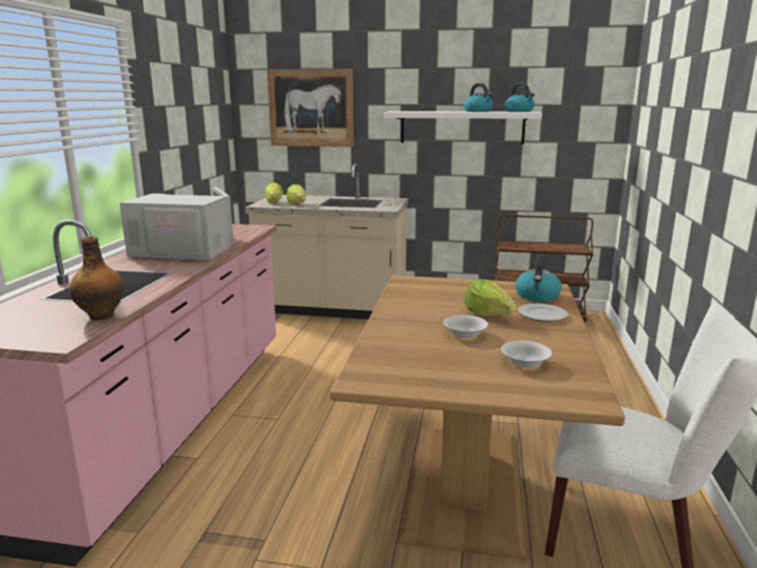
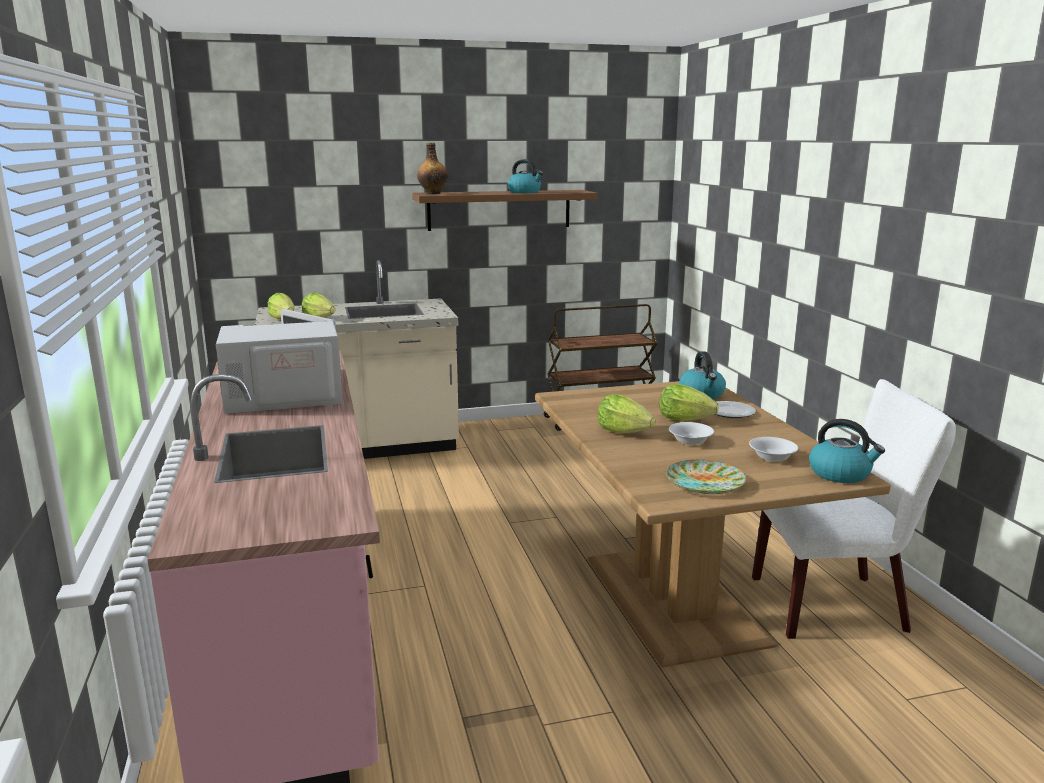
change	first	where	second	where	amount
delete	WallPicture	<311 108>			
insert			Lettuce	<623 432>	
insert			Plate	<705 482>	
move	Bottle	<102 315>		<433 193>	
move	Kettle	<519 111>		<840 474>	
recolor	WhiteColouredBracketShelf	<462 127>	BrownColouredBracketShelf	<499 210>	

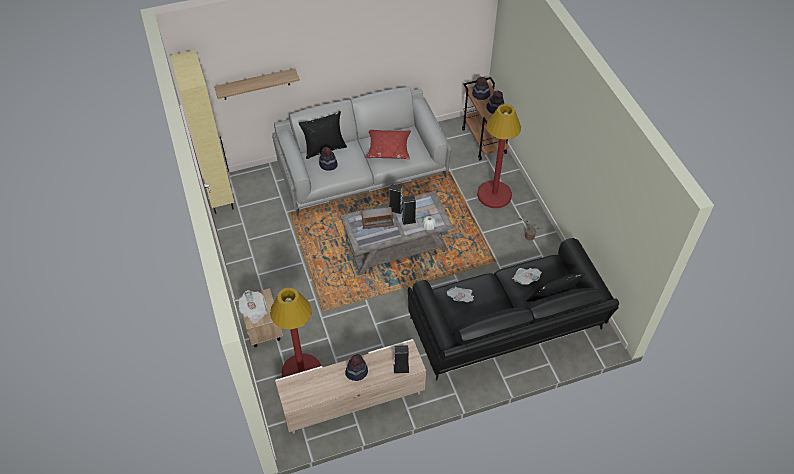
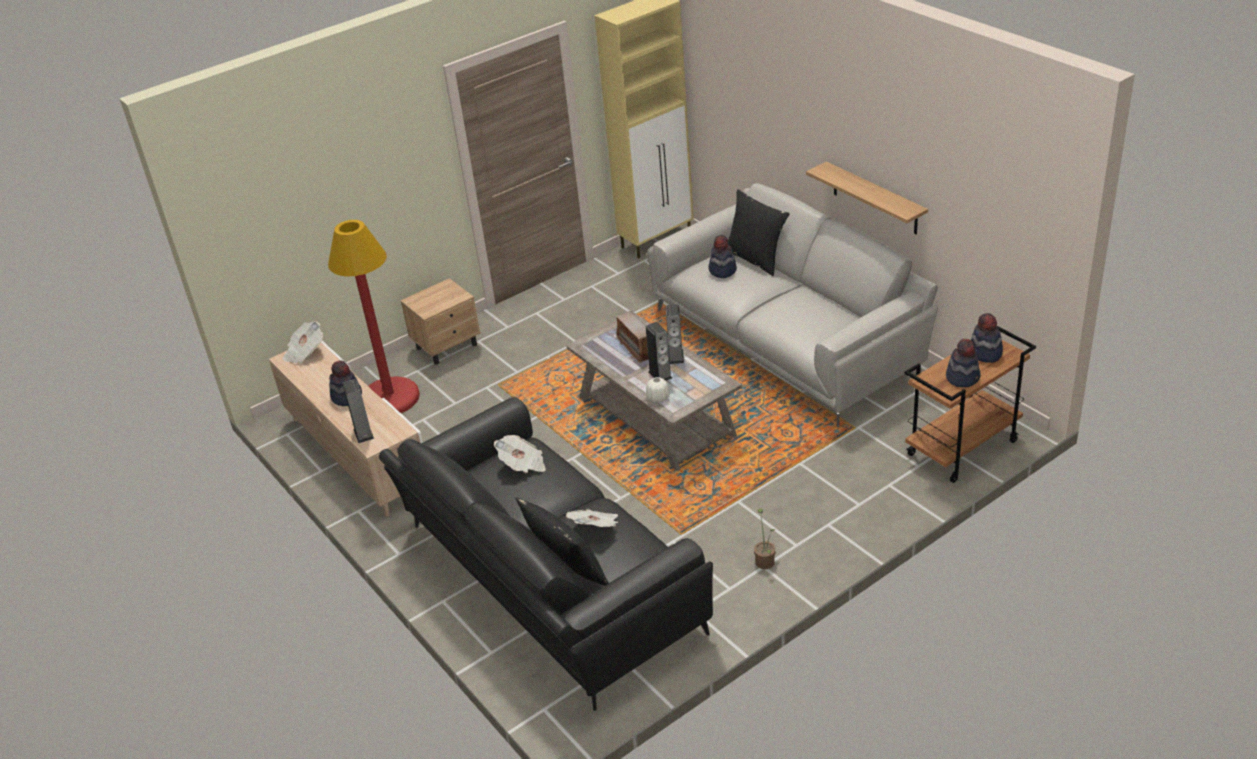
change	first	where	second	where	amount
delete	RedCushion	<388 148>			
delete	RedFloorLamp	<494 195>			
move	BracketShelf	<256 84>		<875 199>	
move	Newspaper	<254 311>		<305 352>	

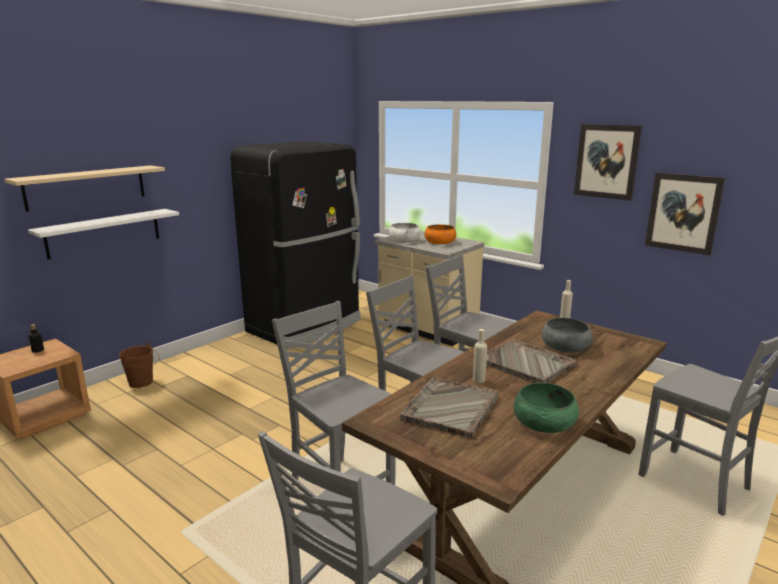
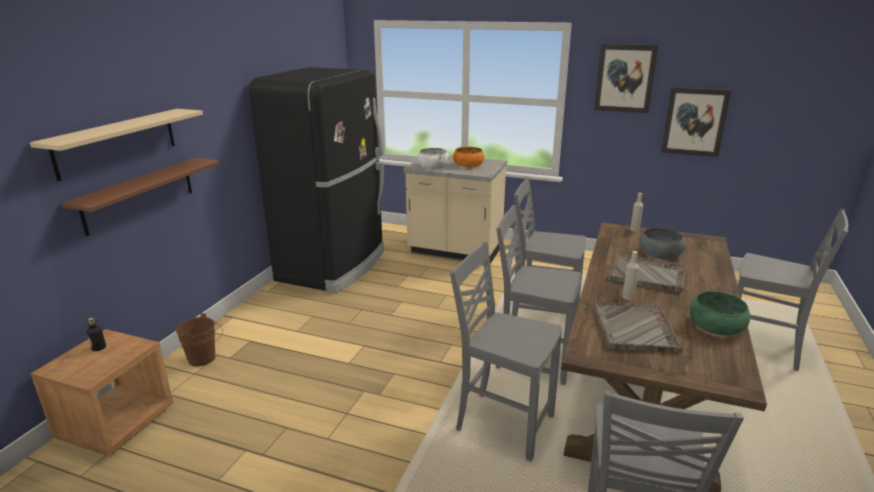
change	first	where	second	where	amount
recolor	WhiteColouredBracketShelf	<104 233>	BrownColouredBracketShelf	<139 195>	

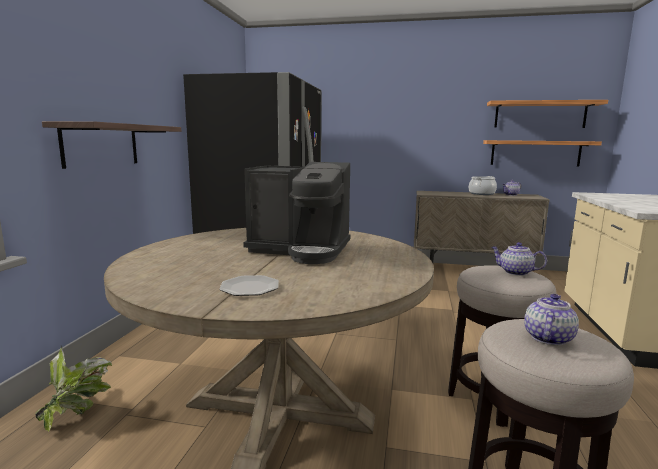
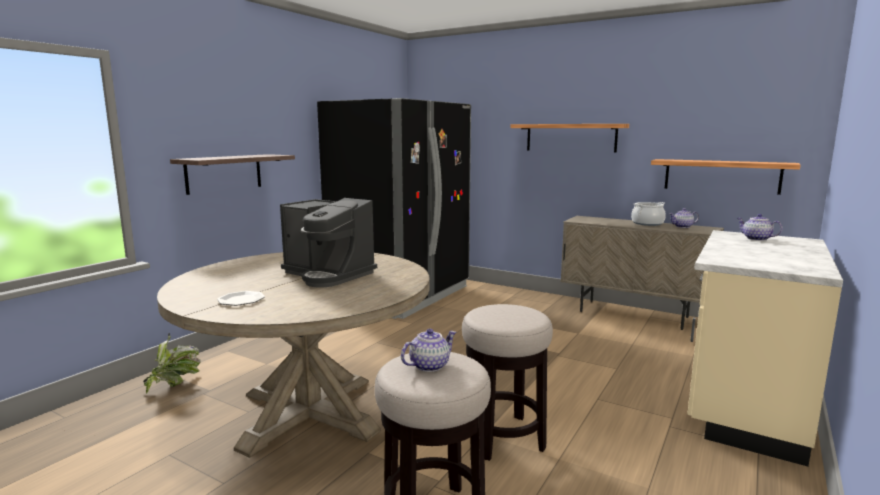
change	first	where	second	where	amount
move	BracketShelf	<540 115>		<570 137>	
move	Teapot	<515 272>		<756 239>	

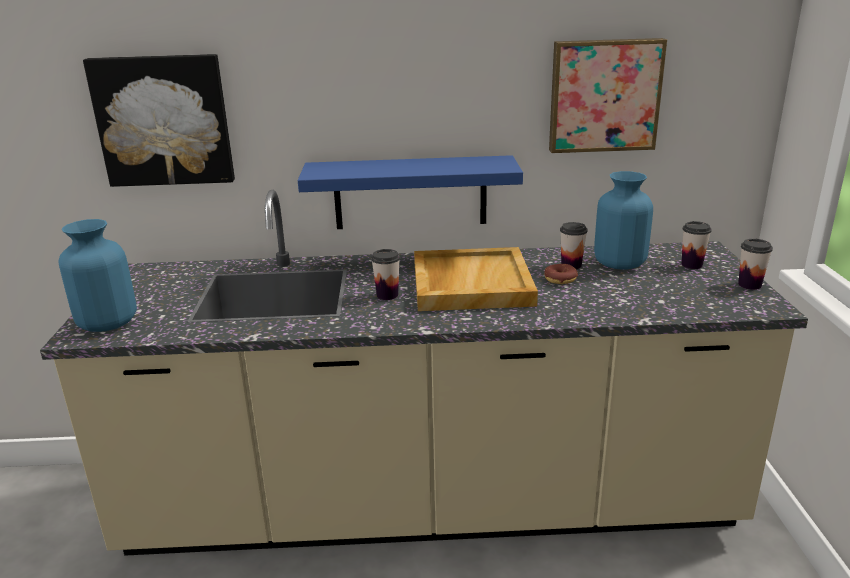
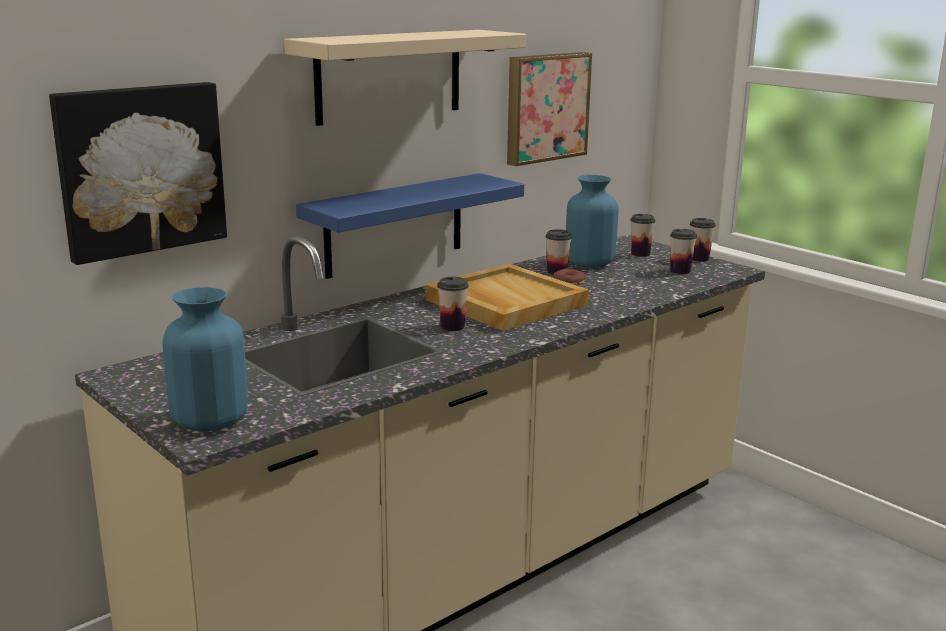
change	first	where	second	where	amount
insert			BeigeBracketShelf	<389 76>	
insert			SmallCup	<680 271>	

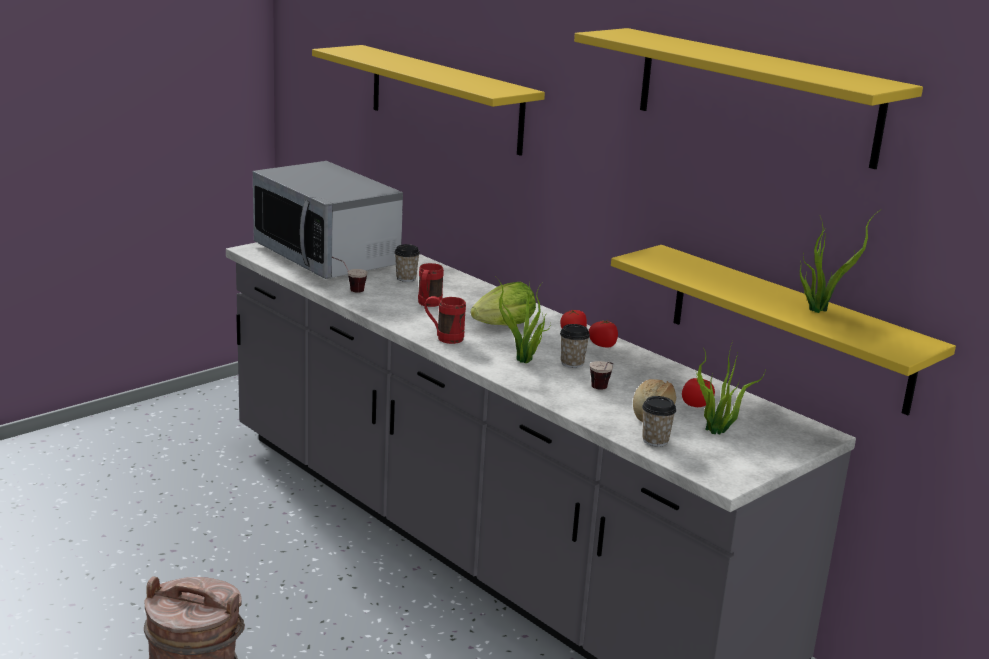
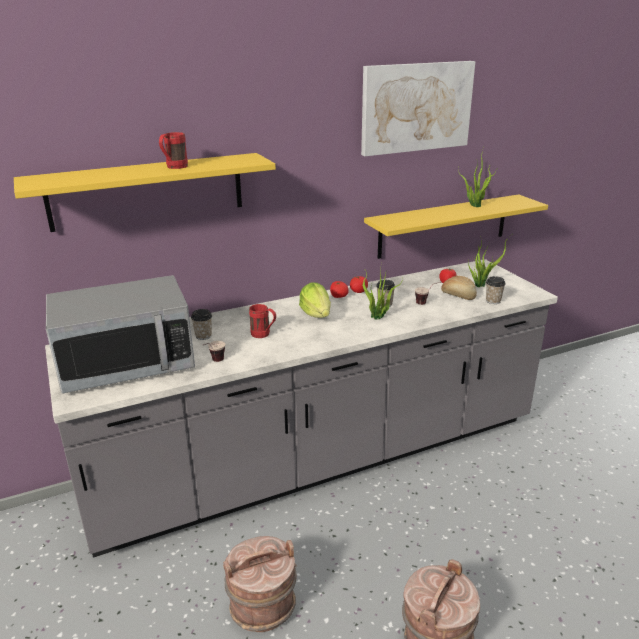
change	first	where	second	where	amount
insert			BrownColouredPail	<262 605>	
move	RedMug	<443 338>		<174 167>	
replace	YellowColouredBracketShelf	<755 96>	WallPicture	<416 107>	

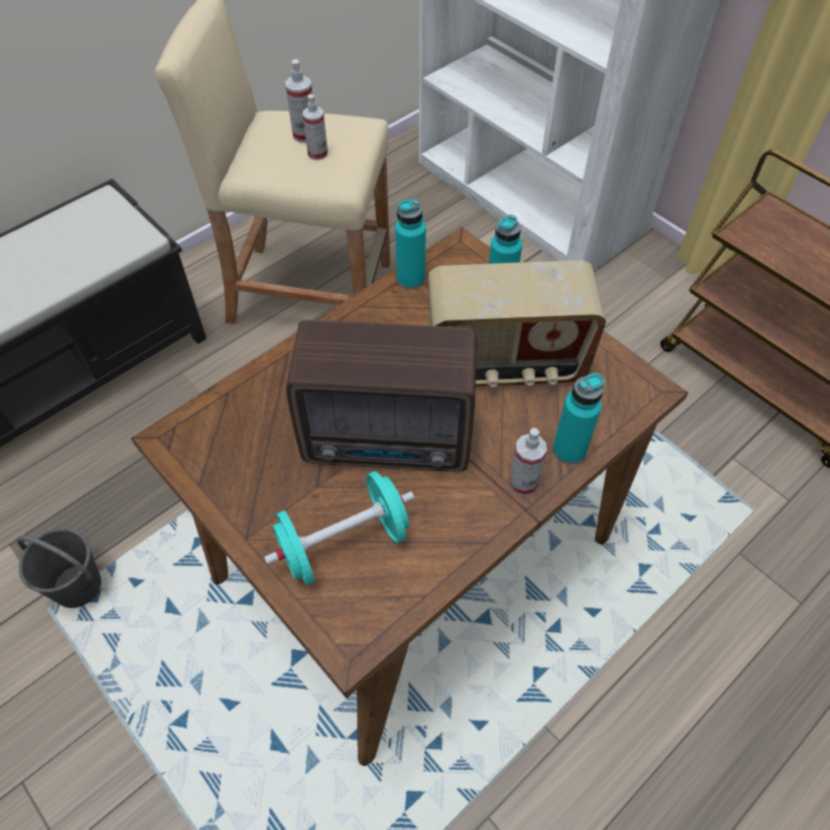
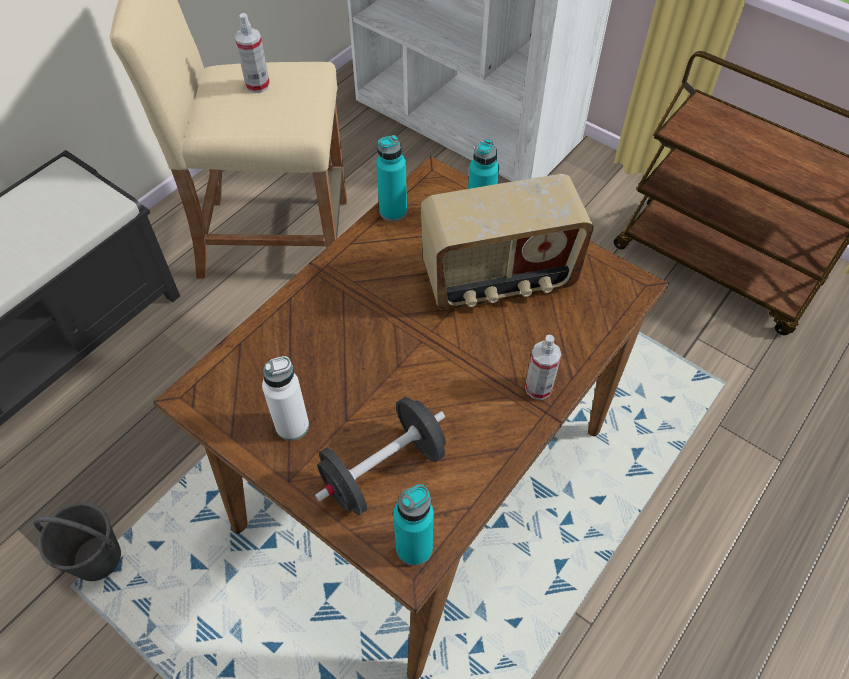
change	first	where	second	where	amount
delete	Radio	<391 442>			
delete	SprayBottle	<317 153>			
insert			WhiteColouredBottle	<292 426>	
move	TurquoiseColouredBottle	<569 450>		<414 548>	
recolor	TurquoiseColouredHandWeight	<343 543>	BlackishHandWeight	<383 470>	

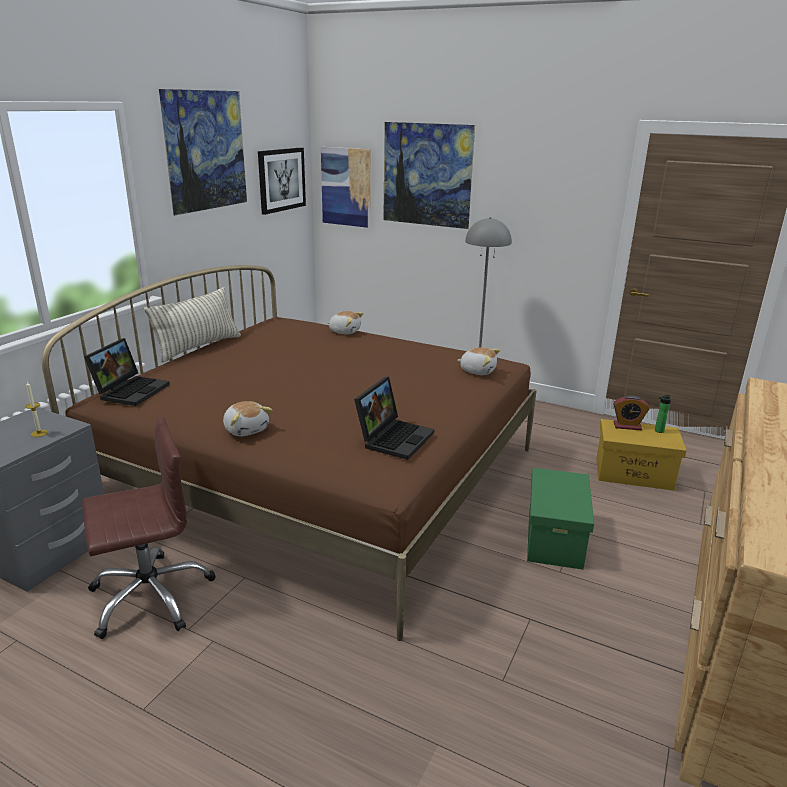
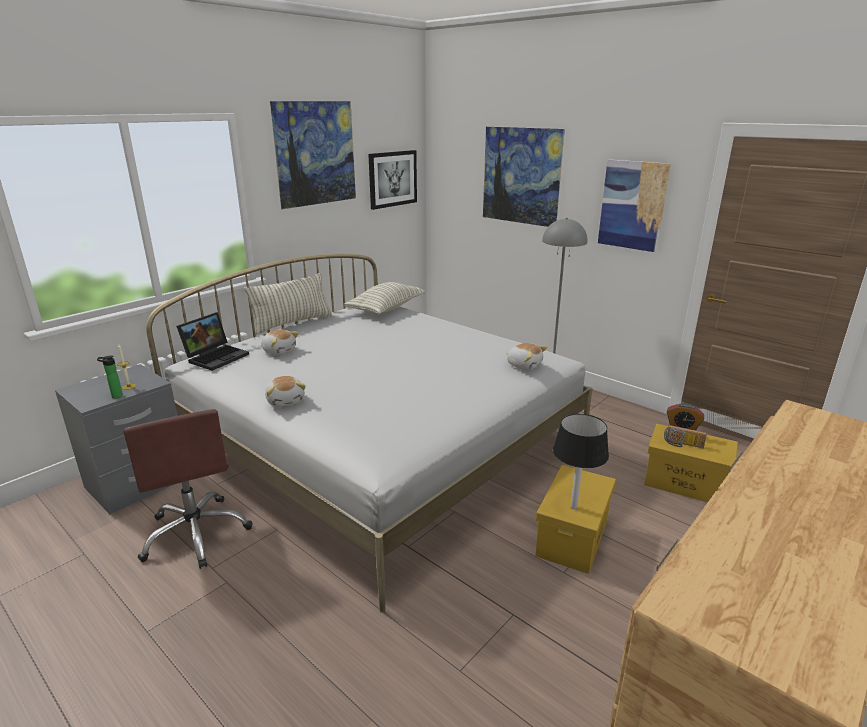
change	first	where	second	where	amount
delete	NotebookComputer	<394 437>			
insert			Cushion	<386 309>	
insert			BlackishTableLamp	<573 507>	
insert			Radio	<682 444>	
move	WallPicture	<346 187>		<632 205>	
move	CuddlyToy	<345 331>		<279 350>	
move	Bottle	<658 431>		<115 396>	
recolor	BrownColouredBedroomBed	<321 477>	WhiteColouredBedroomBed	<380 448>	
recolor	GreenColouredStorageBin	<555 539>	YellowColouredStorageBin	<572 538>	
rotate	BrownColouredOfficeChair	<150 596>		<196 533>	75 degrees clockwise

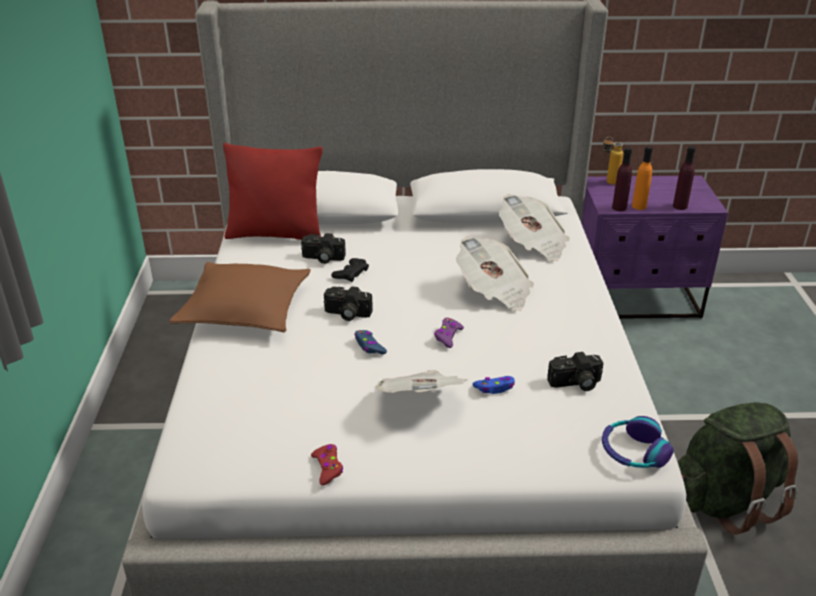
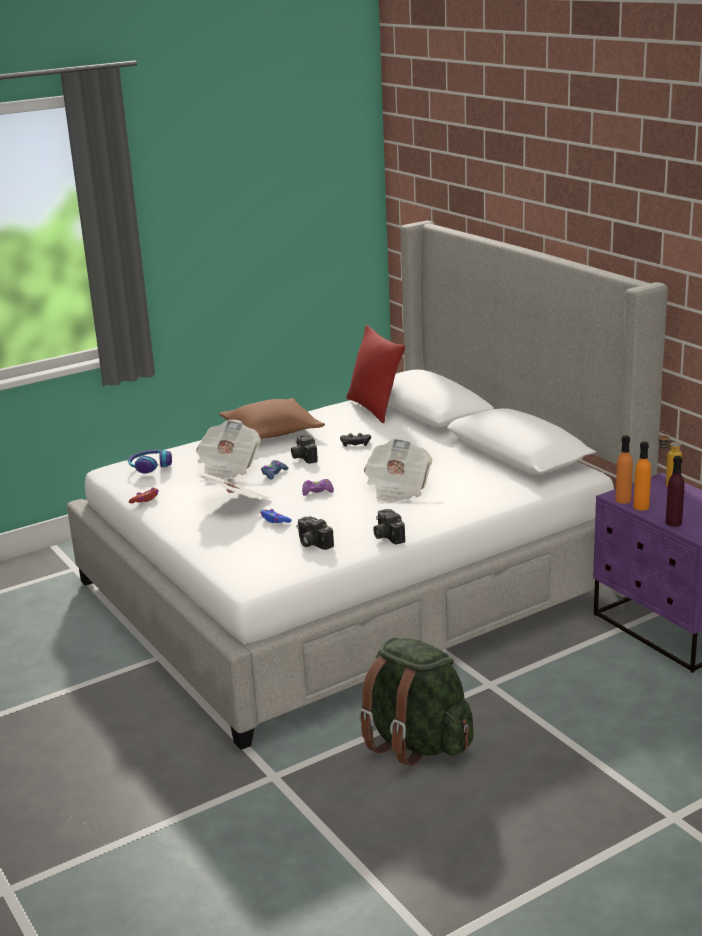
change	first	where	second	where	amount
move	PhotoCamera	<322 258>		<386 535>	
move	Newspaper	<533 244>		<227 468>	
move	PairOfHeadphones	<633 452>		<150 466>	
recolor	PurplishBottle	<619 208>	OrangeColouredBottle	<623 500>	

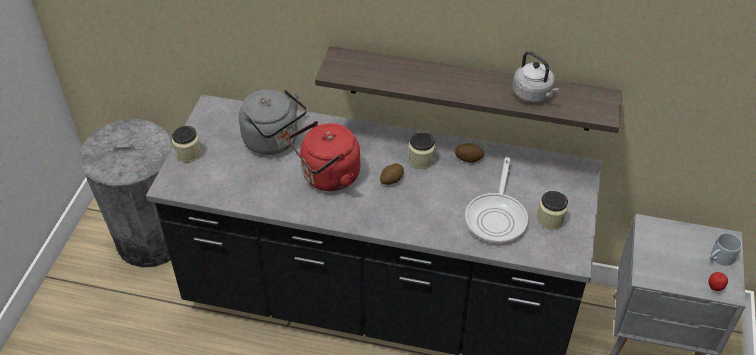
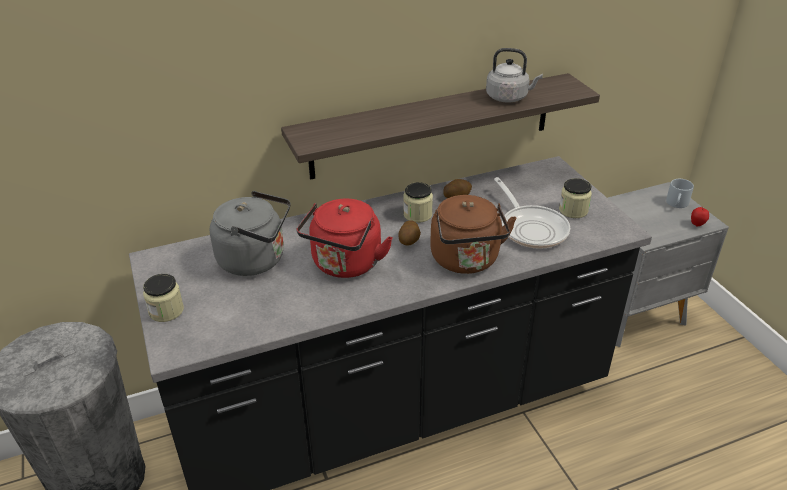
change	first	where	second	where	amount
insert			BrownColouredKettle	<466 261>	

